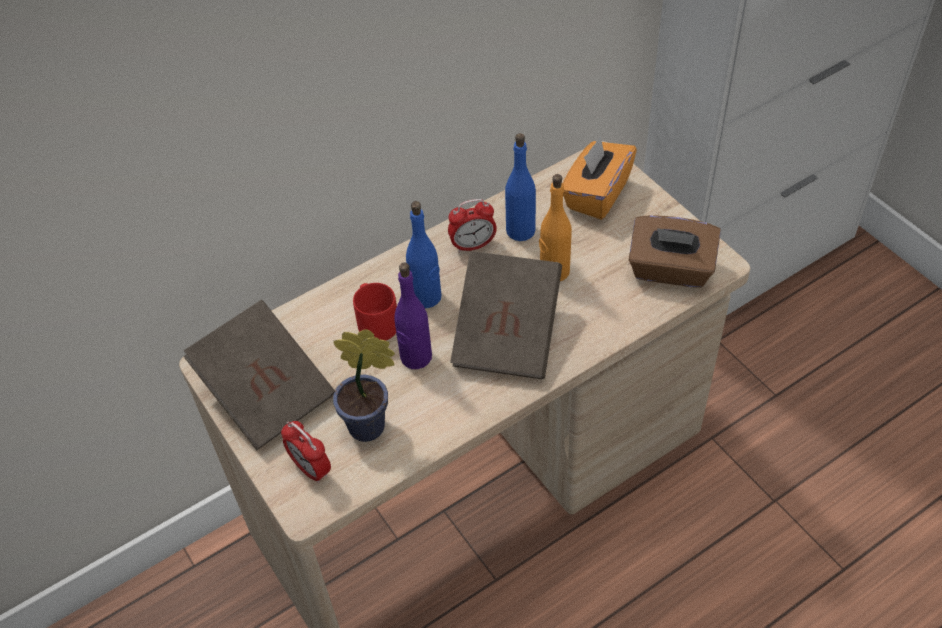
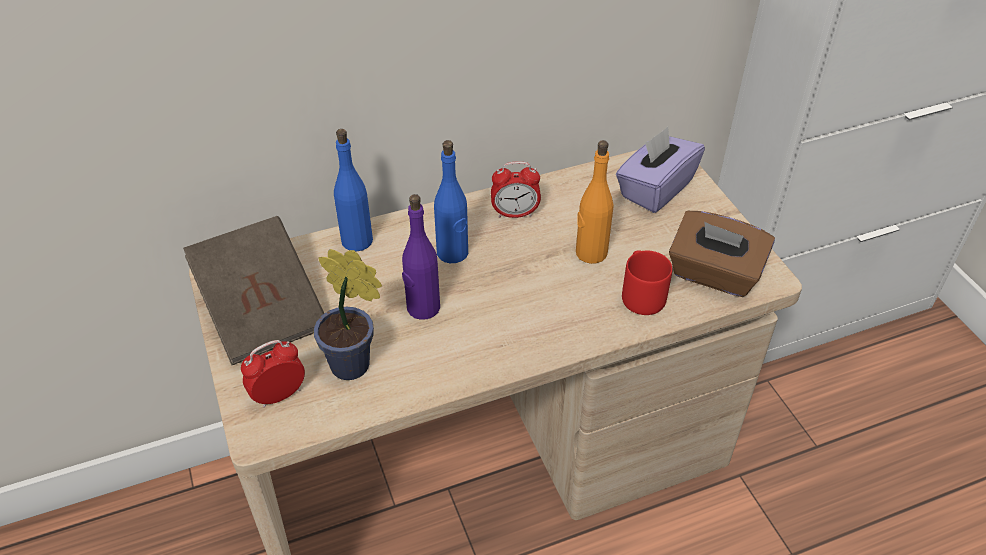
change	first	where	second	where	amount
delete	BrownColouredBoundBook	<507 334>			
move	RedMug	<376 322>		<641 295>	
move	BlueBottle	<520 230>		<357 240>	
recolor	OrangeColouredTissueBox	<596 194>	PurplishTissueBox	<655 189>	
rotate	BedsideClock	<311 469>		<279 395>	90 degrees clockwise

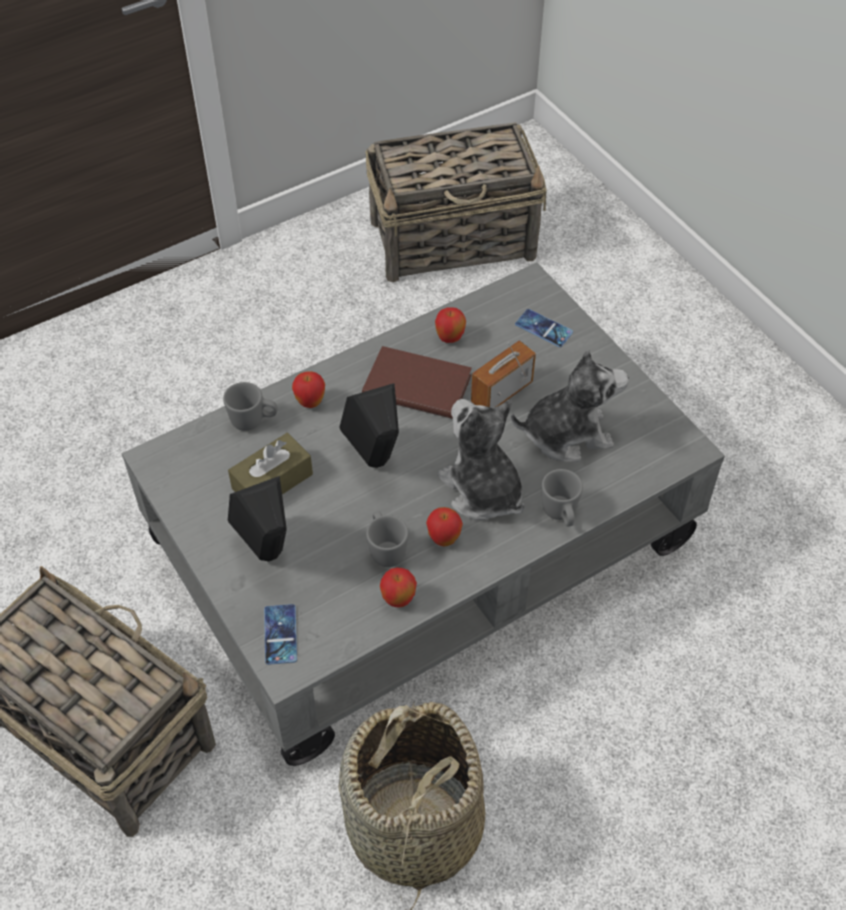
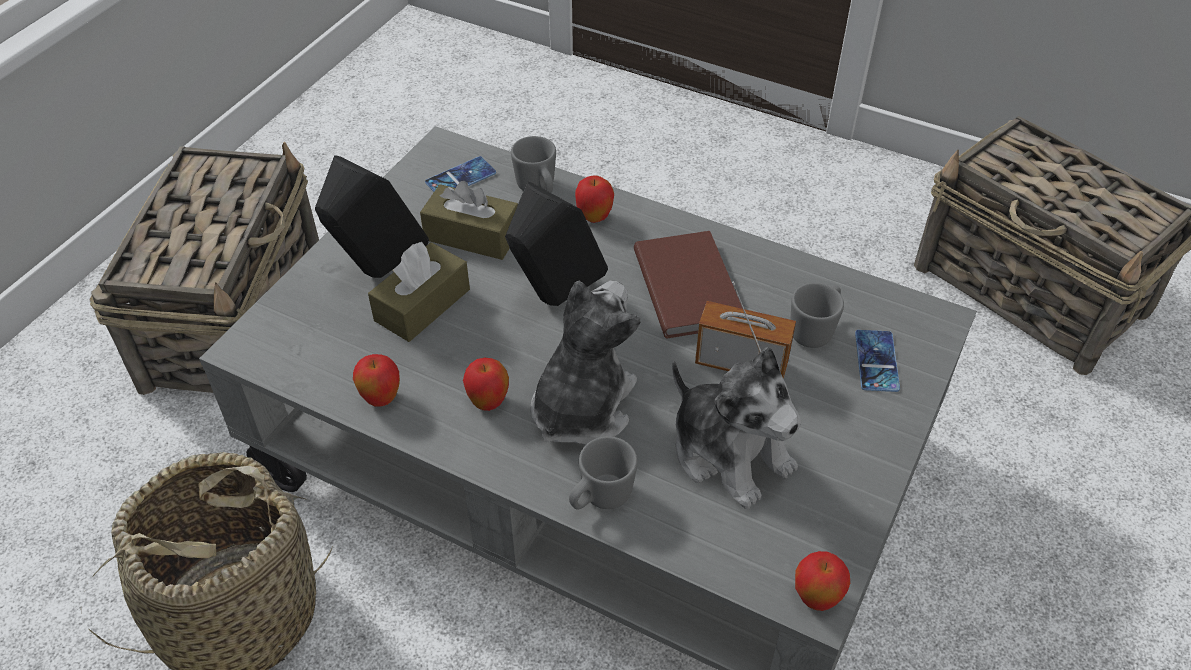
change	first	where	second	where	amount
insert			BrownColouredTissueBox	<422 305>	
move	Telephone	<280 634>		<460 178>	
move	GrayMug	<385 549>		<815 330>	
move	WholeApple	<450 338>		<816 598>	

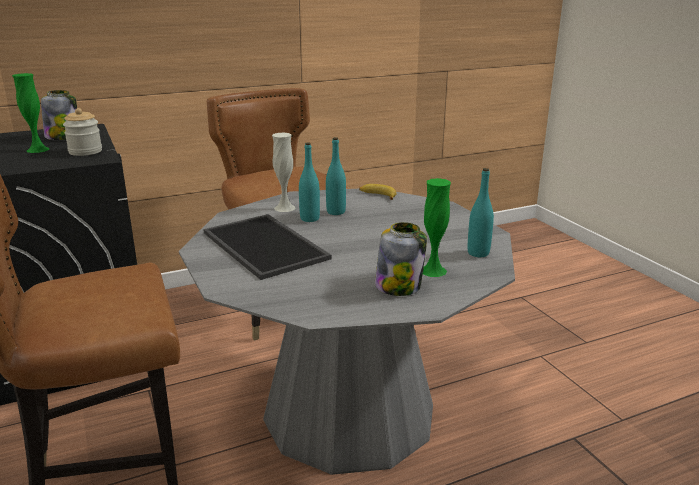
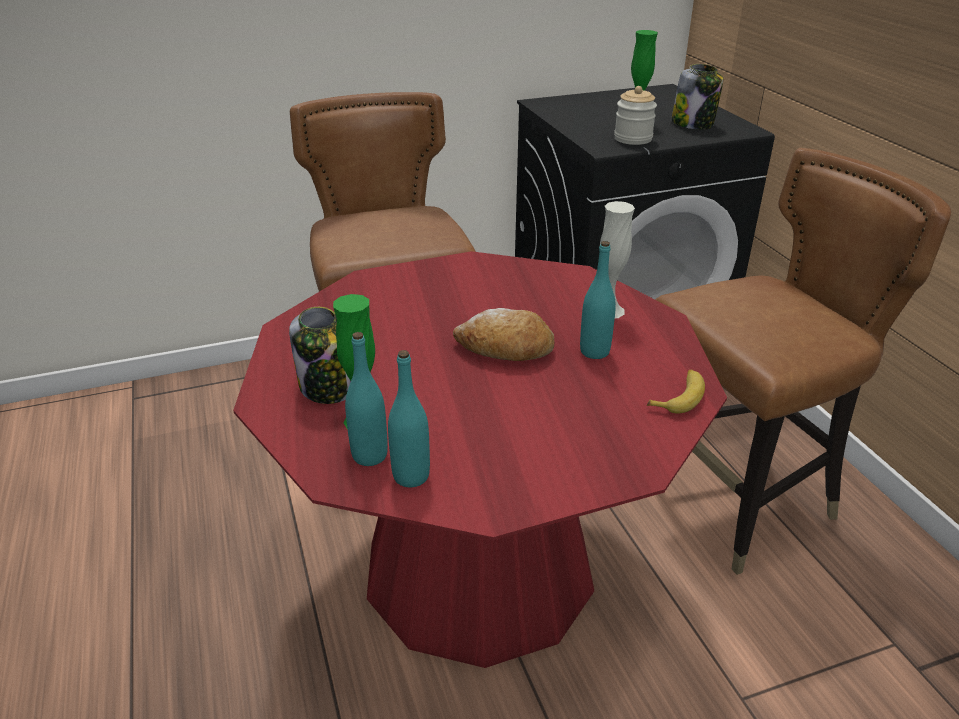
change	first	where	second	where	amount
delete	ServingTray	<267 245>			
insert			BakeryBread	<505 349>	
move	TurquoiseColouredBottle	<309 219>		<369 455>	
recolor	GrayDiningTable	<349 412>	RedDiningTable	<479 567>	

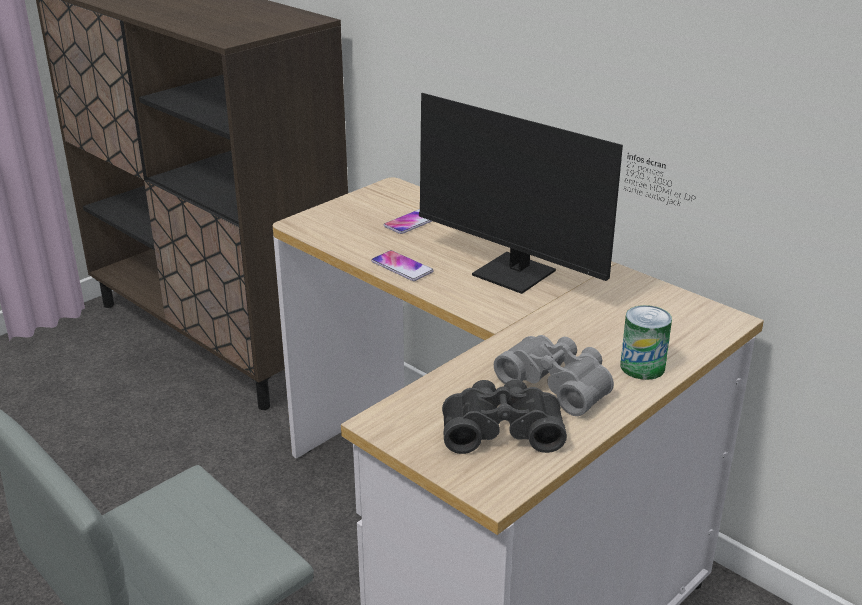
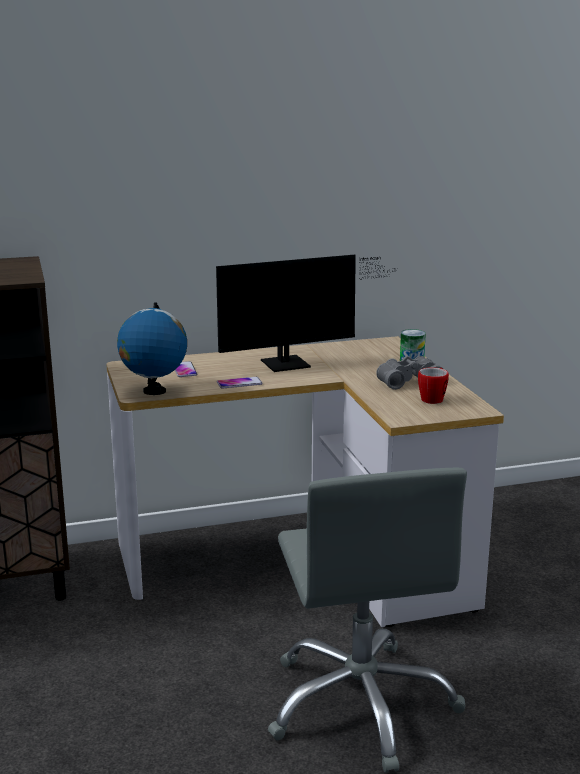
change	first	where	second	where	amount
insert			DeskGlobe	<154 391>	
replace	BlackishBinoculars	<501 429>	Mug	<433 398>	

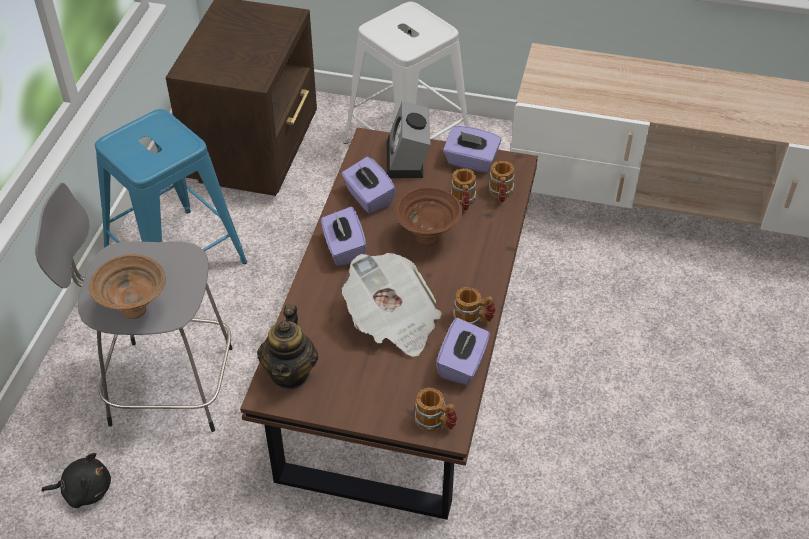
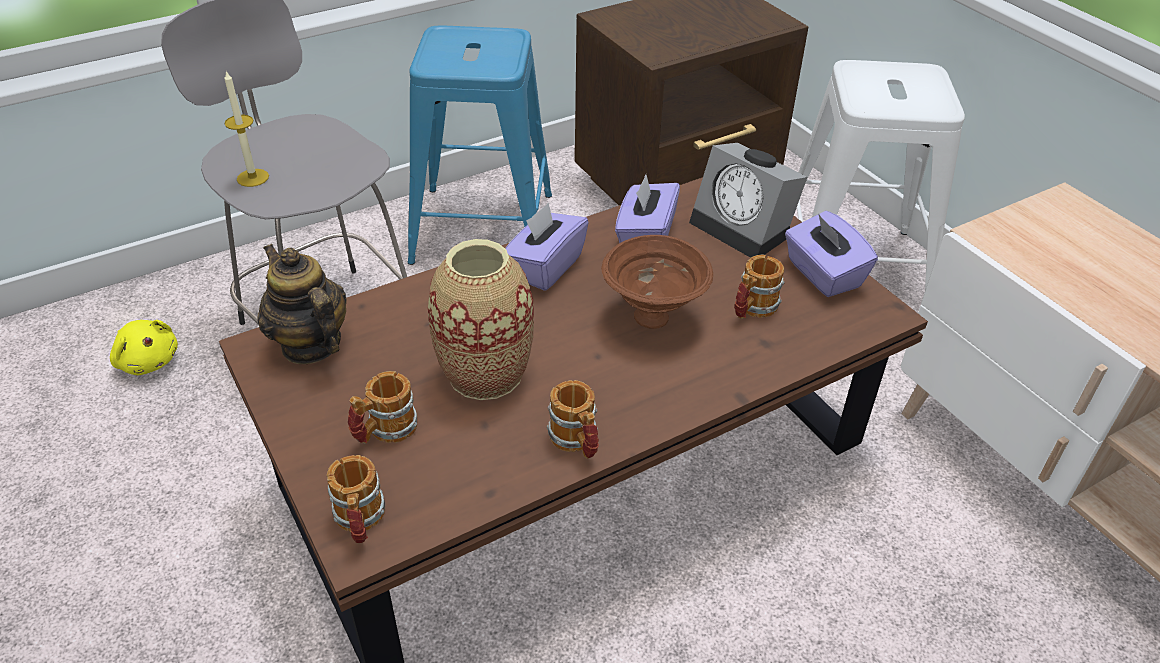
change	first	where	second	where	amount
delete	PurplishTissueBox	<462 364>			
move	Mug	<501 194>		<385 431>	
replace	BrownColouredBowl	<136 310>	Candle	<253 178>	
replace	Newspaper	<393 321>	Vase	<485 373>	
recolor	BlackishCuddlyToy	<84 490>	YellowColouredCuddlyToy	<148 360>	
rotate	Teapot	<290 373>		<310 344>	90 degrees clockwise
rotate	BedsideClock	<408 160>		<745 228>	90 degrees counterclockwise

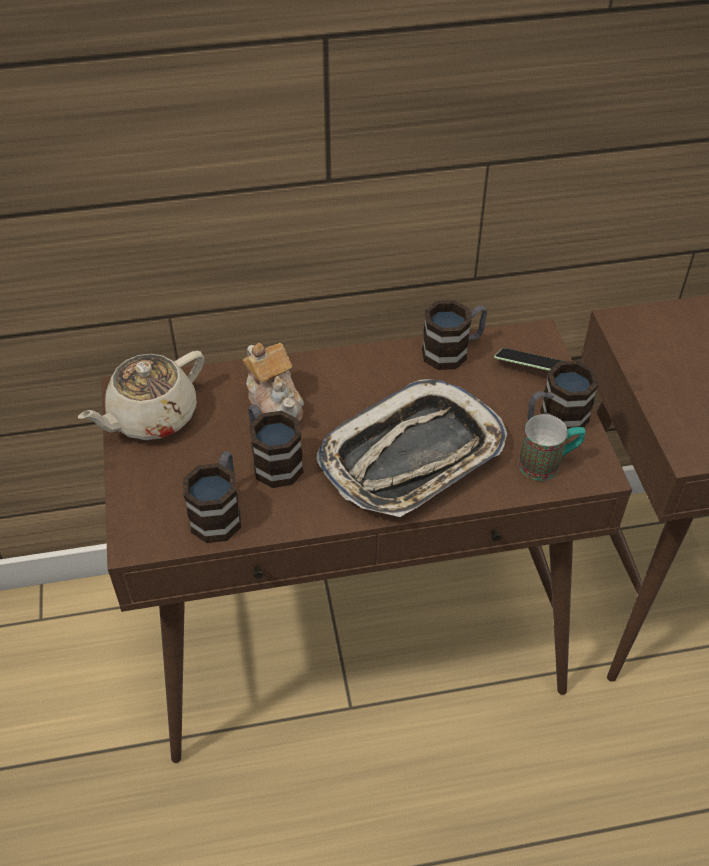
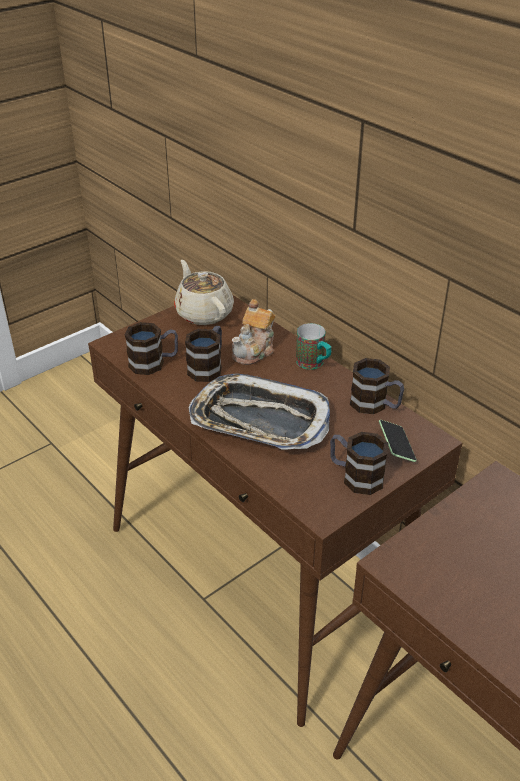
change	first	where	second	where	amount
move	Mug	<548 464>		<314 364>	
rotate	BeigeTeapot	<151 417>		<203 313>	45 degrees clockwise

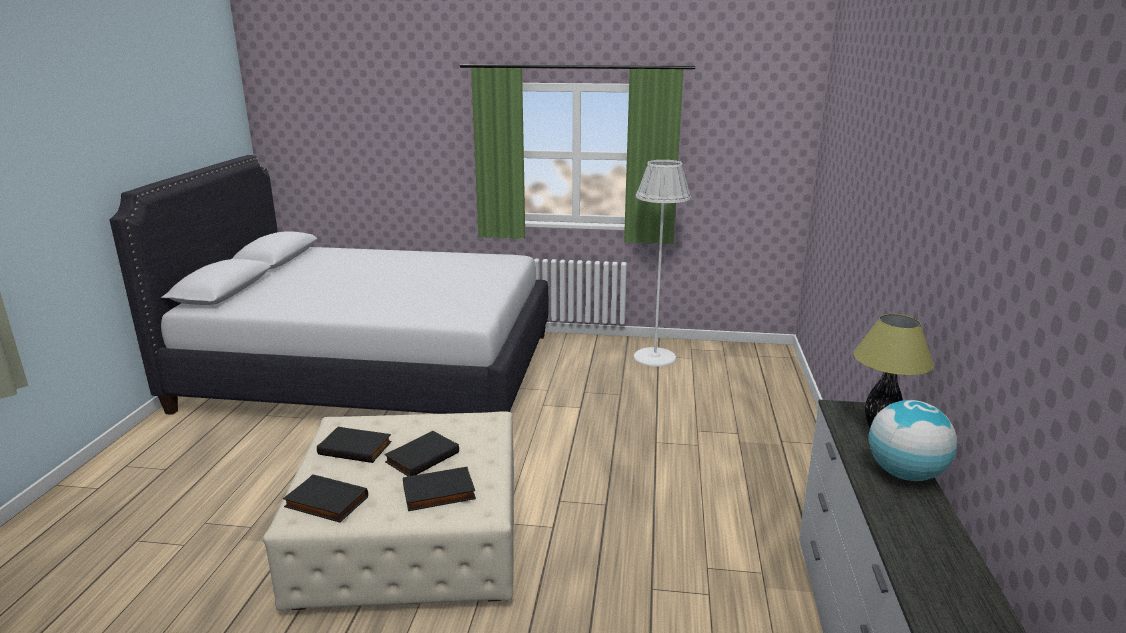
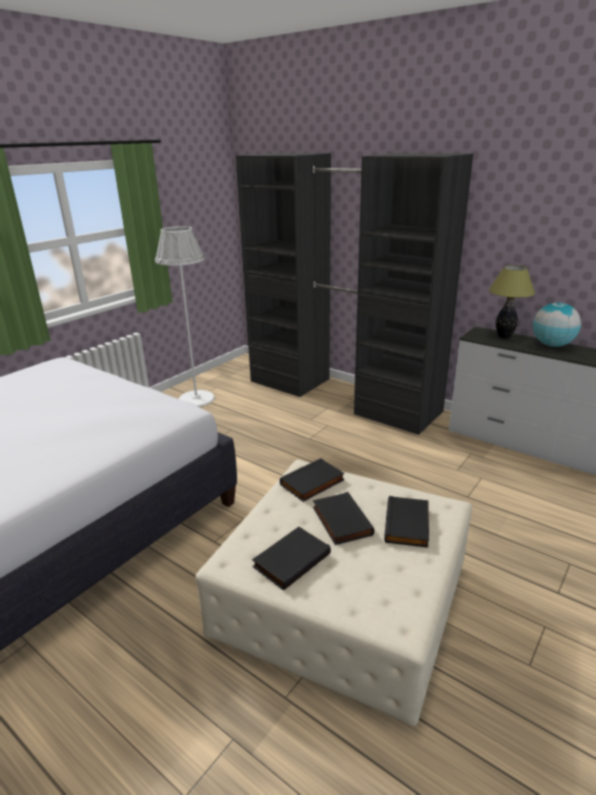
change	first	where	second	where	amount
insert			BlackishArmoire	<341 395>	
move	BlackishBoundBook	<325 503>		<313 483>	

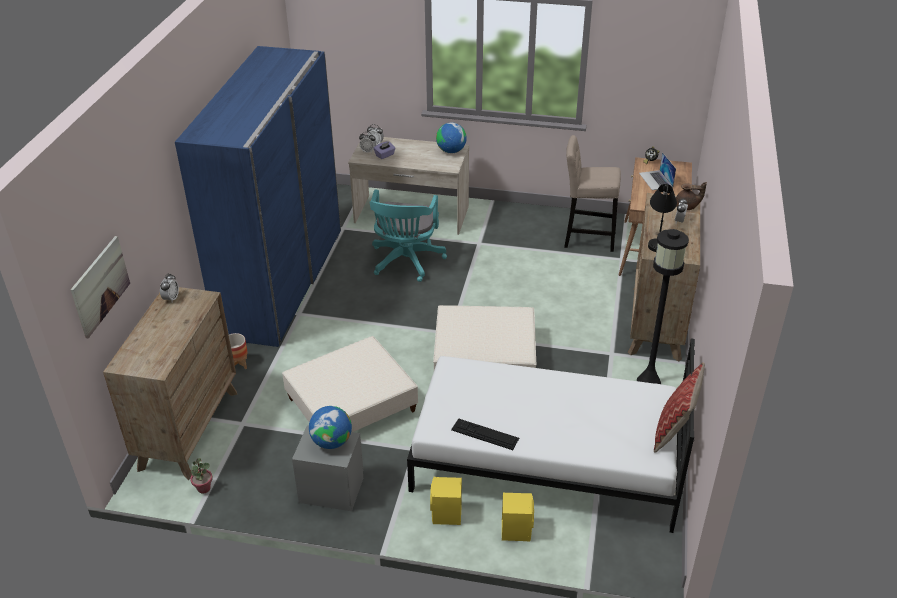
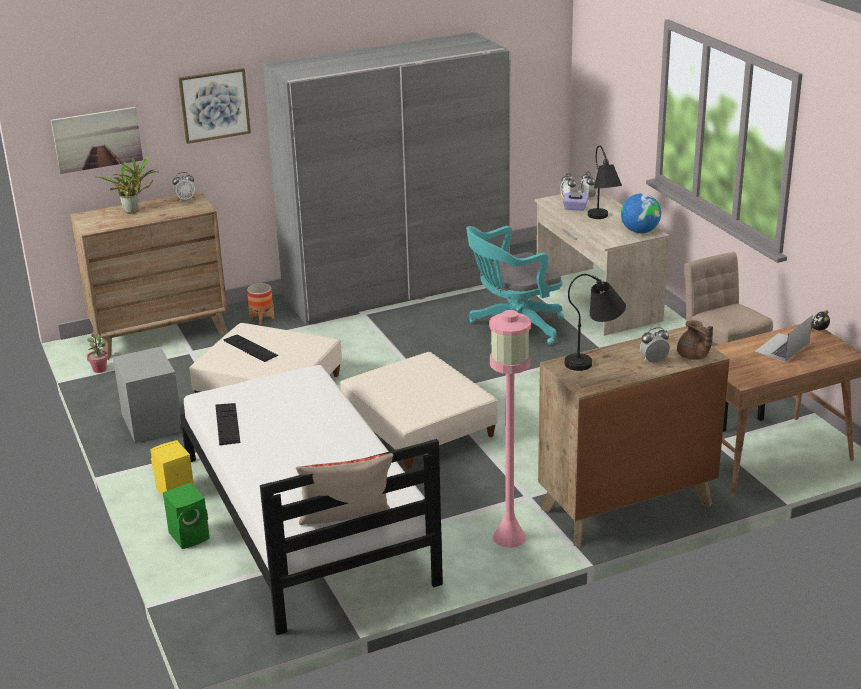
change	first	where	second	where	amount
delete	DeskGlobe	<331 442>			
insert			PlantInAPot	<133 211>	
insert			WallPicture	<214 105>	
insert			PcKeyboard	<250 348>	
insert			BlackishTableLamp	<602 220>	
recolor	BlueArmoire	<281 282>	GrayArmoire	<397 288>	
recolor	YellowColouredLoudspeaker	<516 529>	GreenColouredLoudspeaker	<190 535>	
recolor	BlackishFloorLamp	<649 381>	PinkFloorLamp	<509 537>	

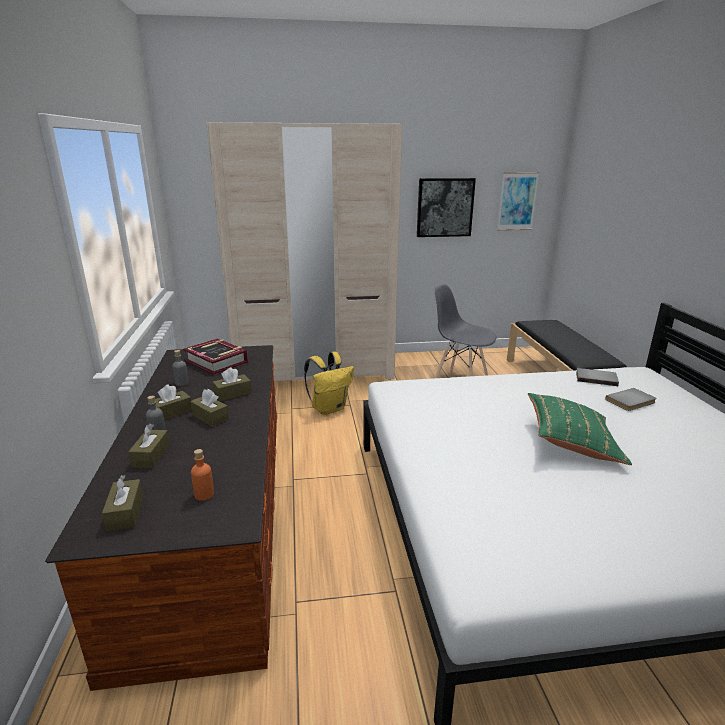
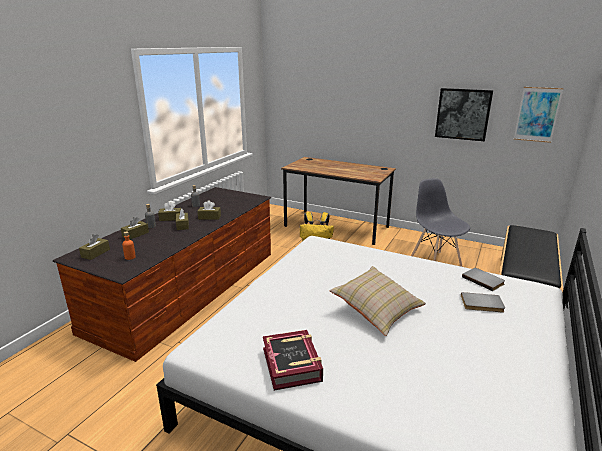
change	first	where	second	where	amount
move	BoundBook	<217 361>		<292 364>	
replace	BeigeArmoire	<314 370>	BrownColouredDeskUnit	<336 226>	
recolor	GreenColouredCushion	<571 442>	BeigeCushion	<377 310>	

